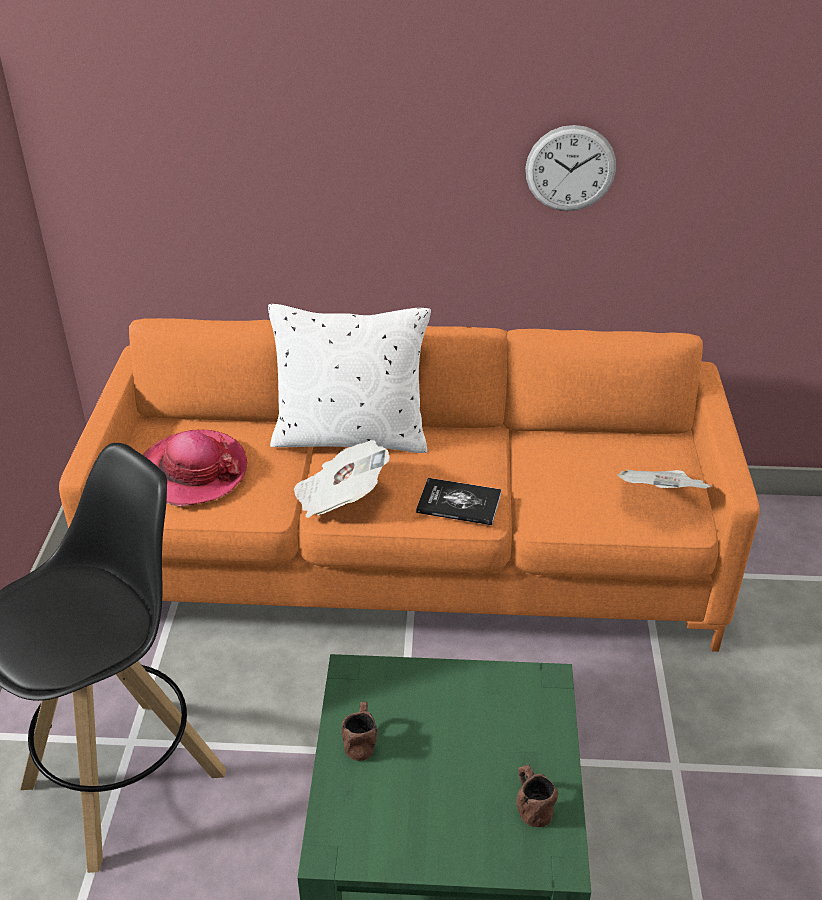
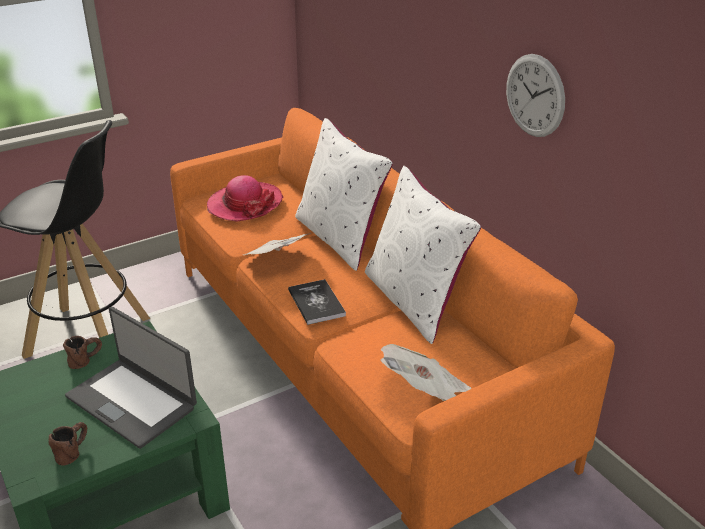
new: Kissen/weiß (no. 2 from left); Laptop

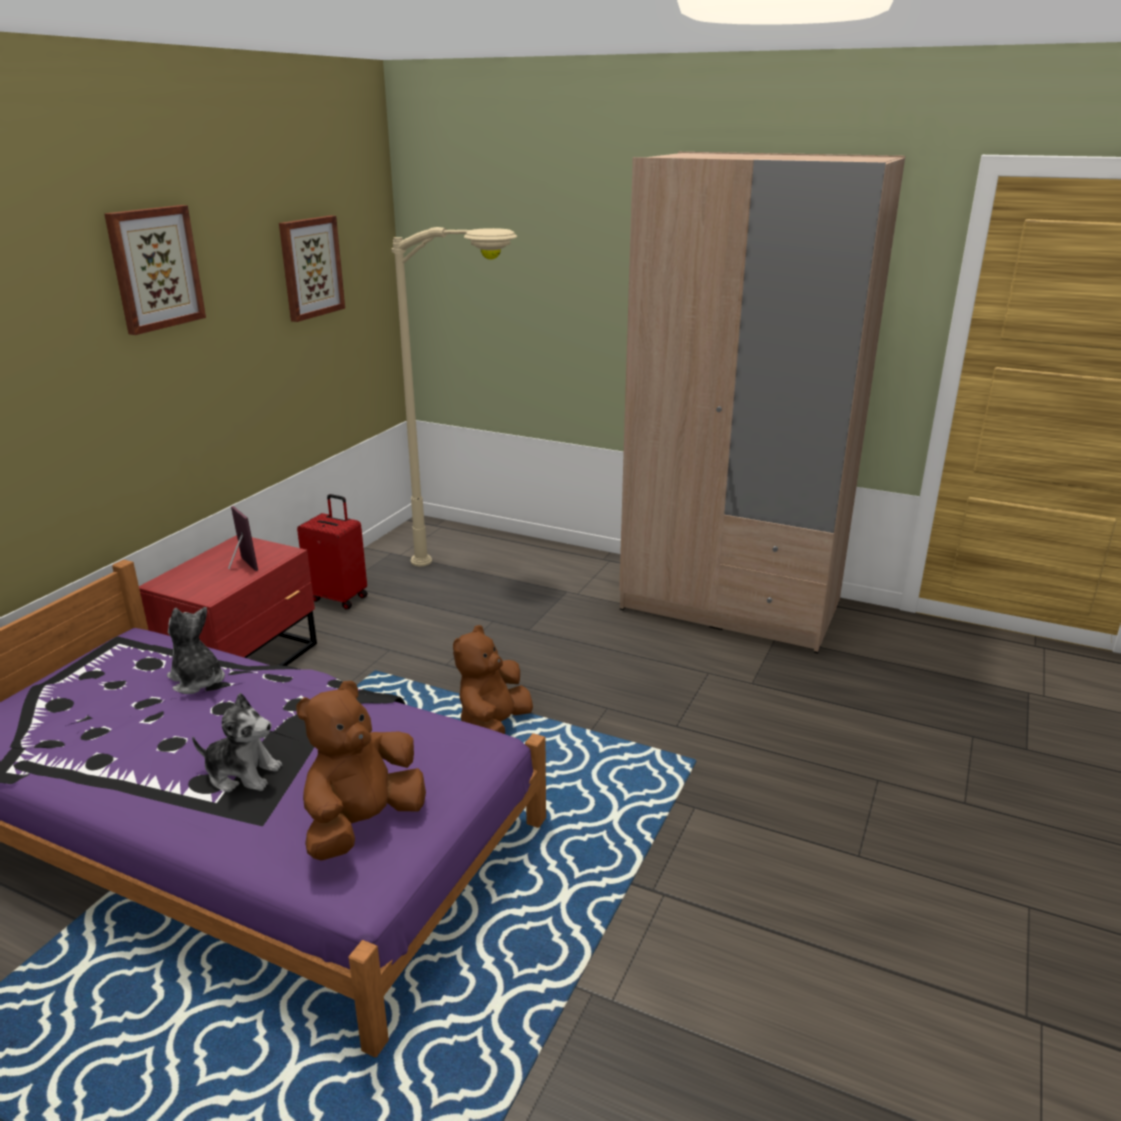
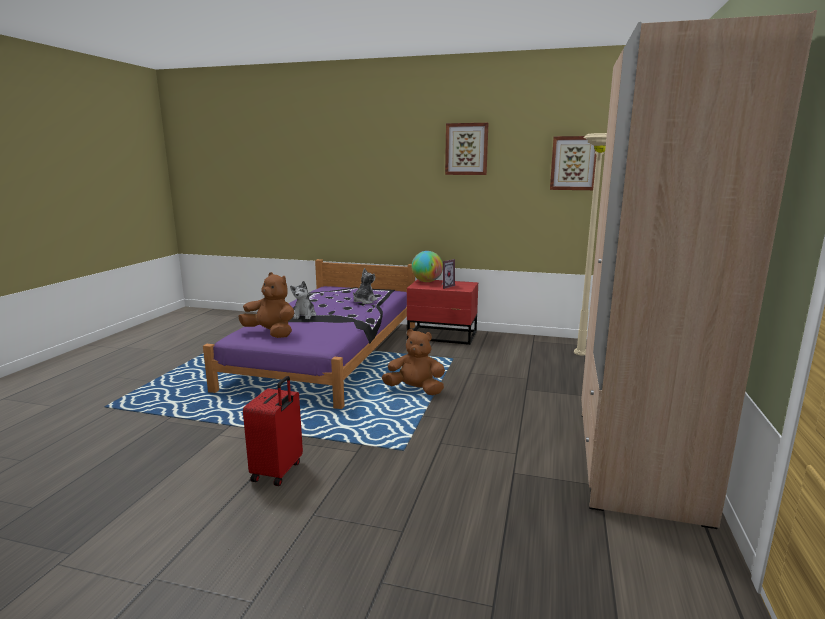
new: Globus
shifted: Koffer/rot

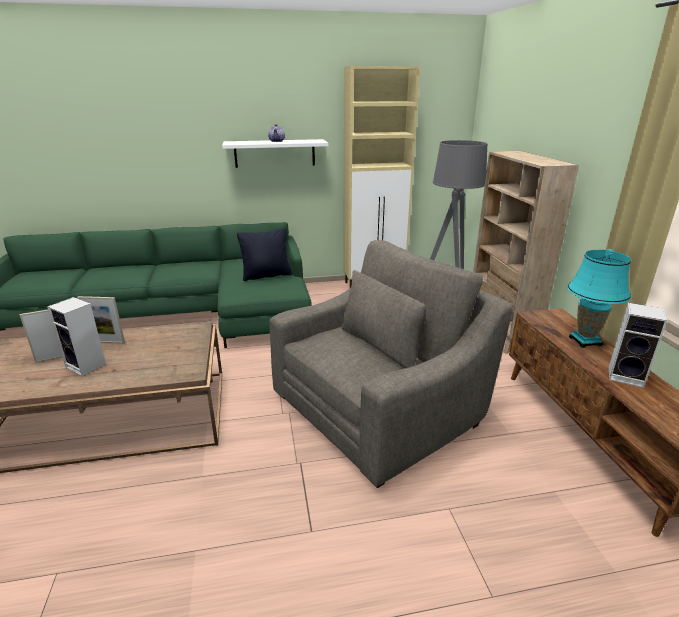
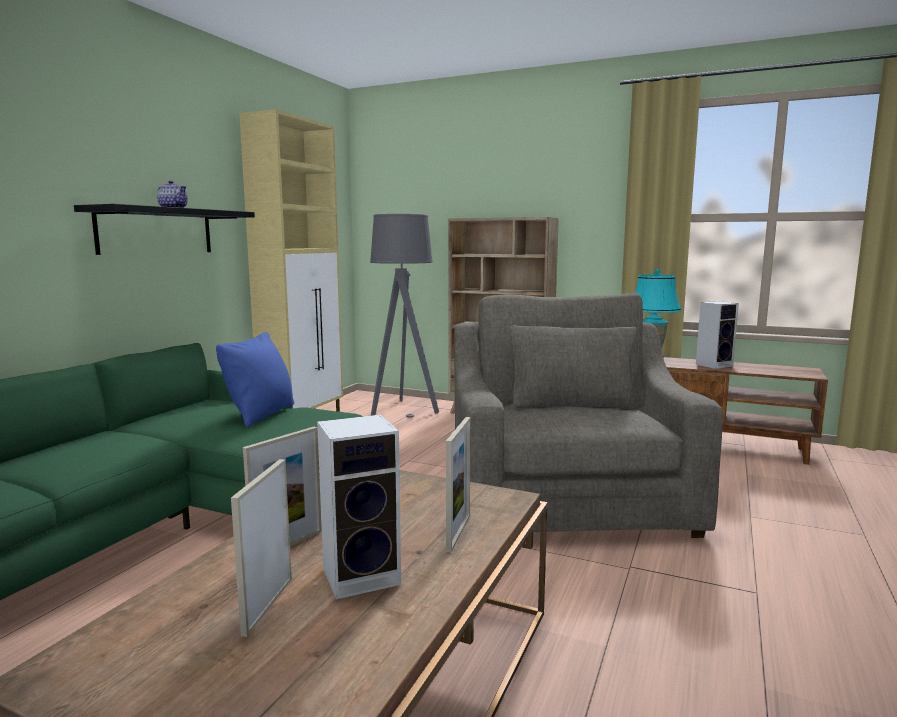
new: Bilderrahmen (no. 3 from left)
repainted: Wandregal/weiß to Wandregal/schwarz; Kissen/schwarz to Kissen/blau

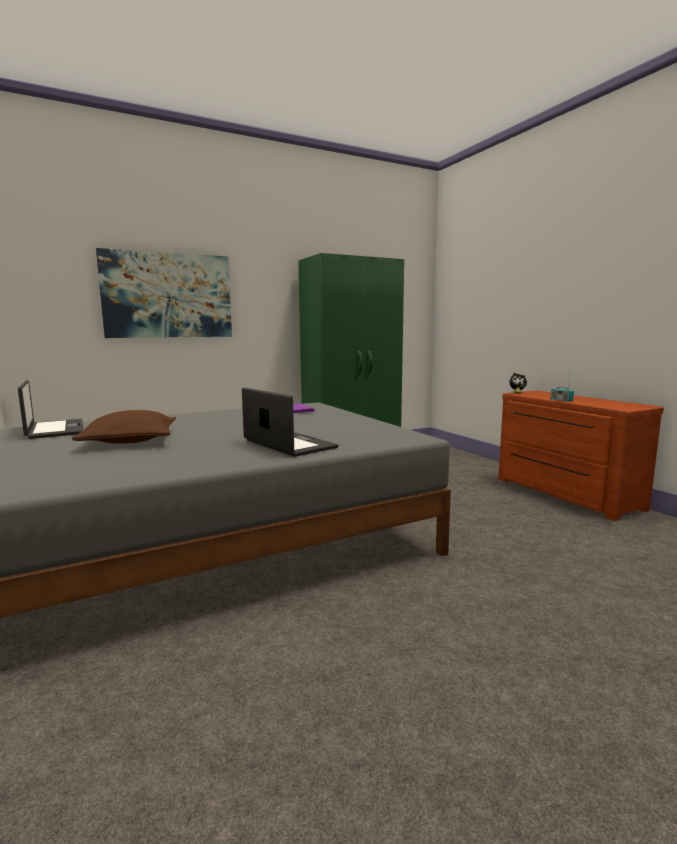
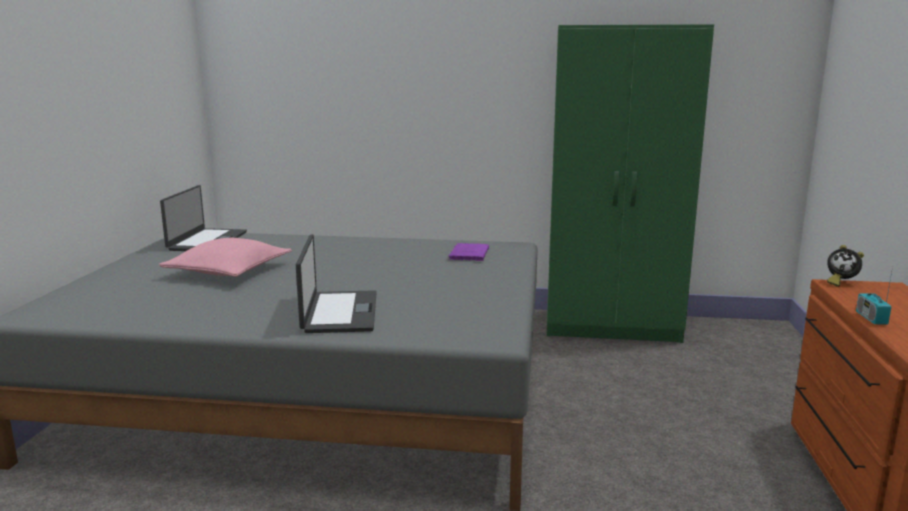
gone: Bild
repainted: Kissen/braun to Kissen/rosa

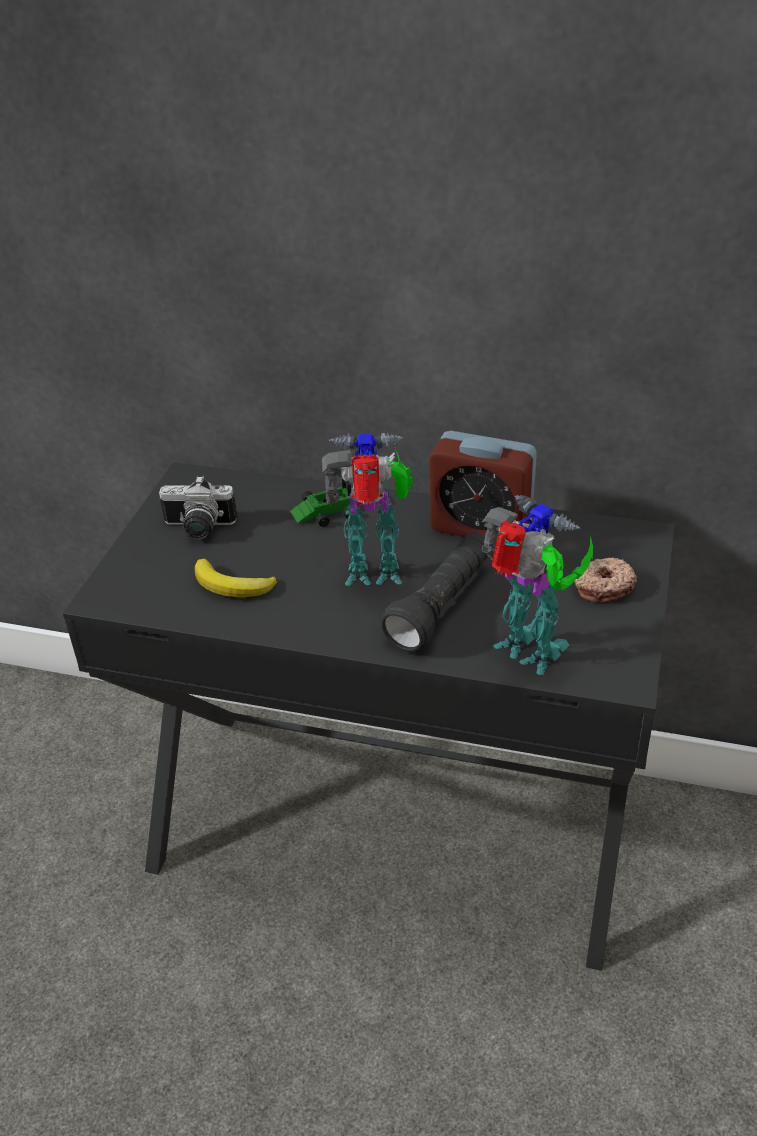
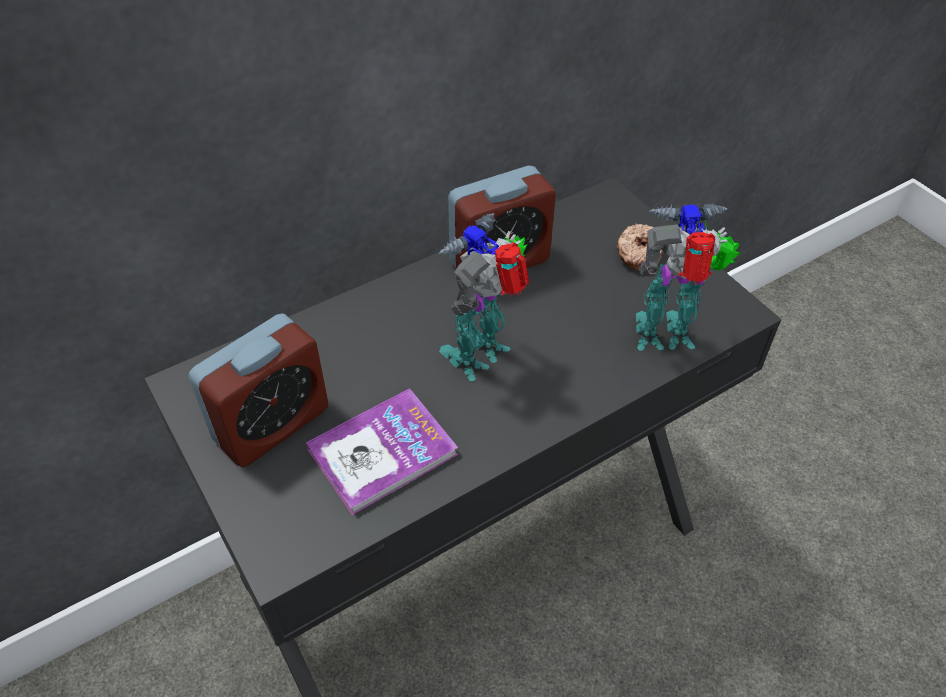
gone: Spielzeugauto; Taschenlampe/schwarz
swapped: Kamera to Wecker (no. 1 from left); Banane to Buch

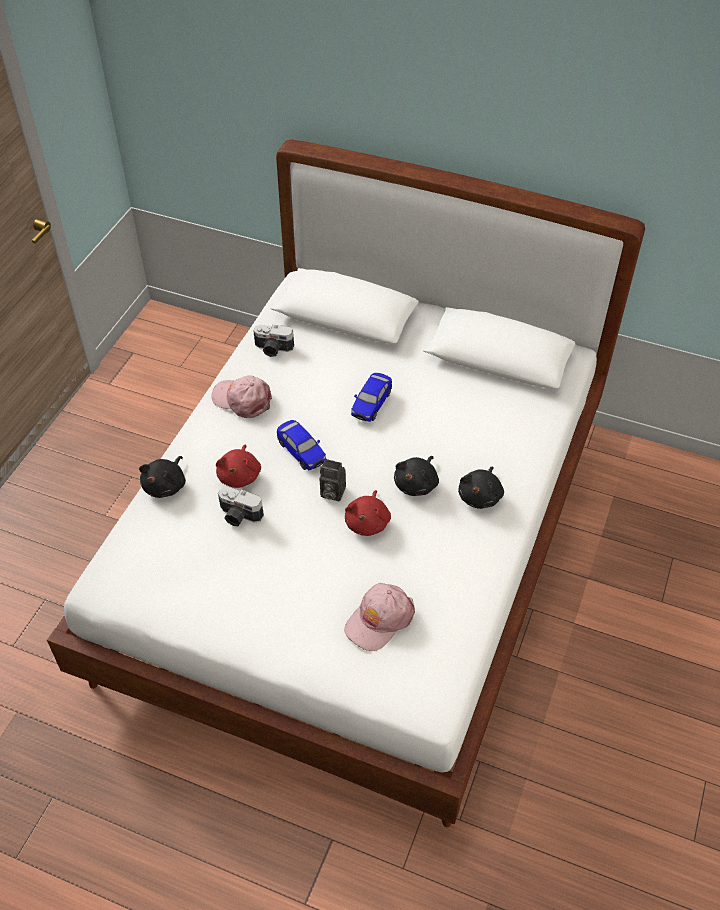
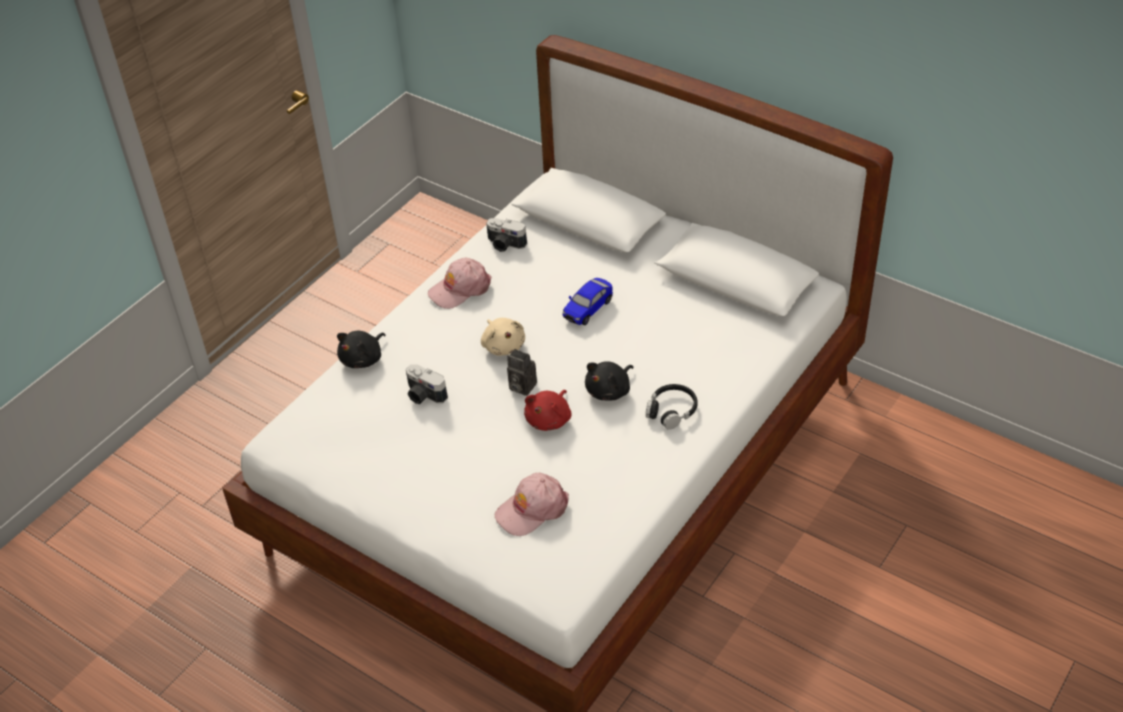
gone: Plüschtier/rot (no. 1 from left)
swapped: Spielzeugauto (no. 1 from left) to Plüschtier/beige; Plüschtier/schwarz (no. 3 from left) to Kopfhörer/schwarz
rotated: Kappe/rosa (no. 1 from left) 75 degrees counterclockwise

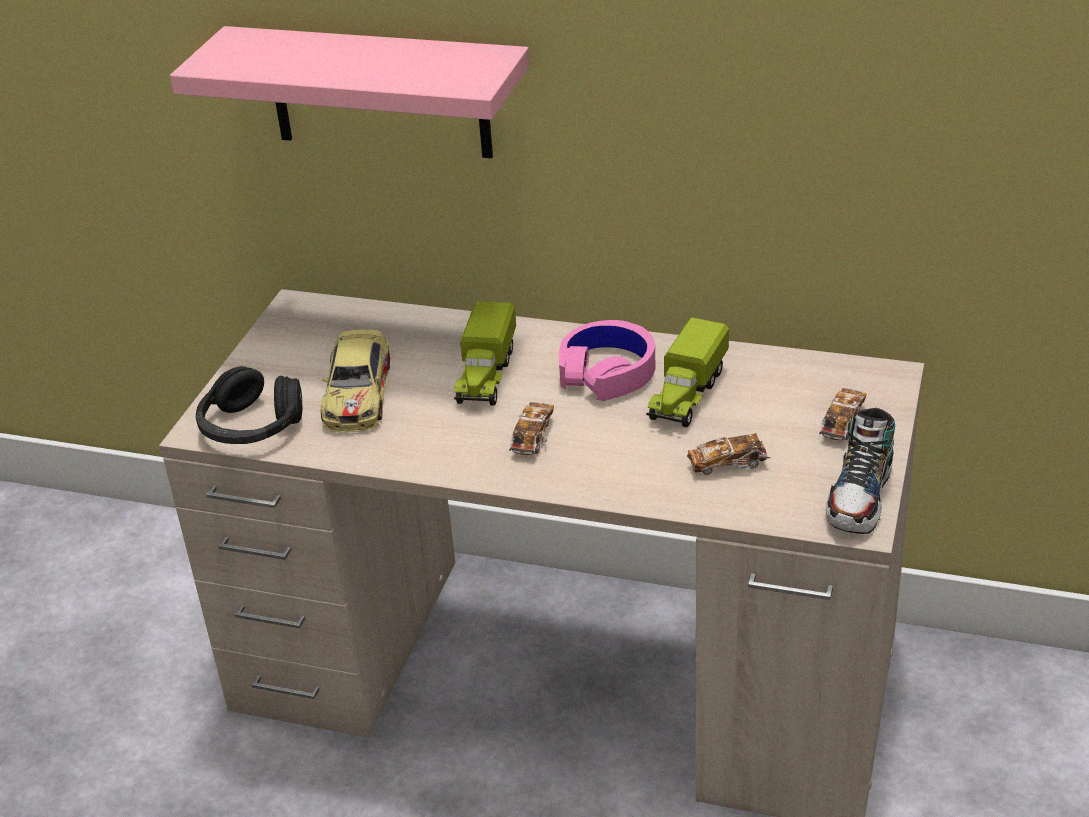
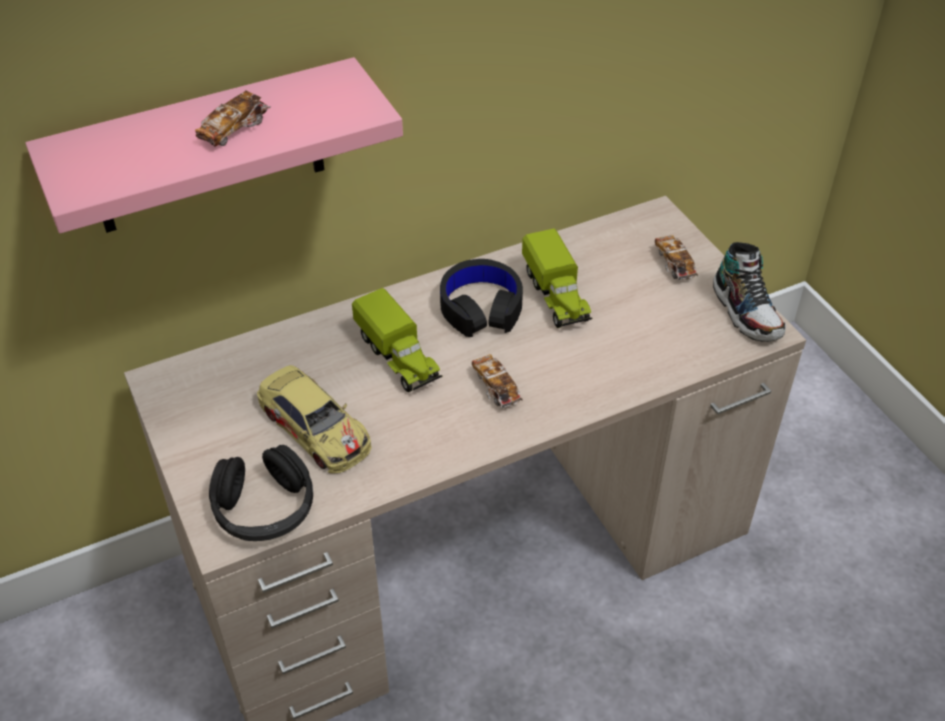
shifted: Spielzeugauto (no. 3 from left in the first image) to Spielzeugauto (no. 1 from left)
repainted: Kopfhörer/rosa to Kopfhörer/schwarz (no. 2 from left)

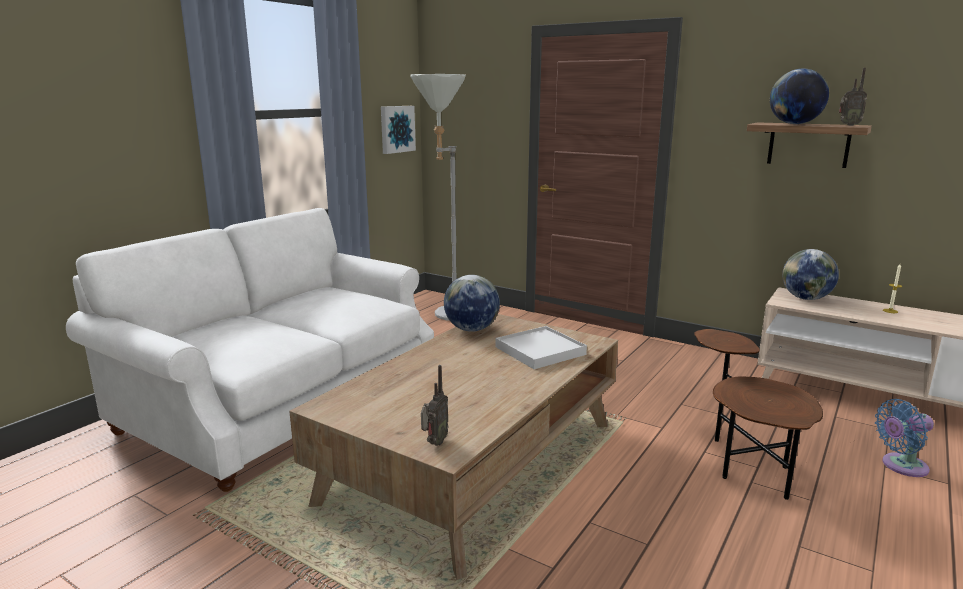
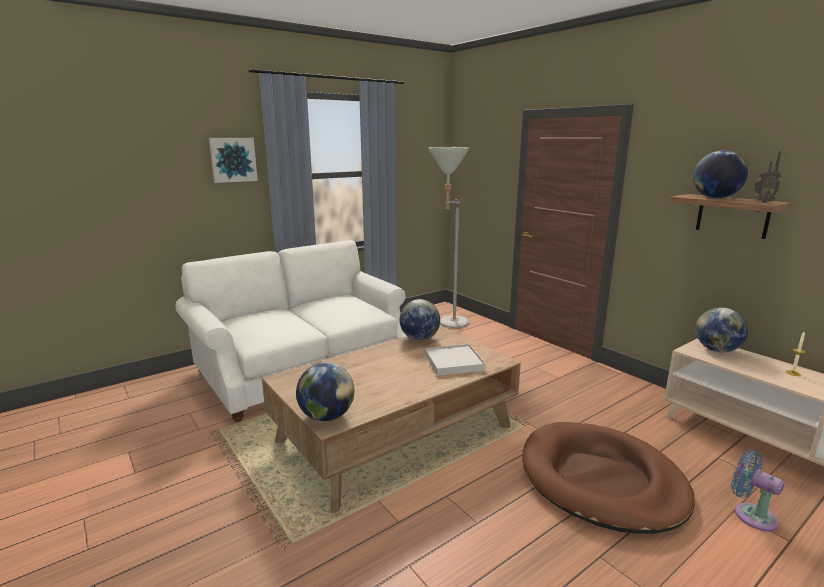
shifted: Bild
swapped: Beistelltisch/braun to Hundebett/braun; Radio (no. 1 from left) to Globus (no. 1 from left)
rotated: Ventilator/blau 45 degrees clockwise

